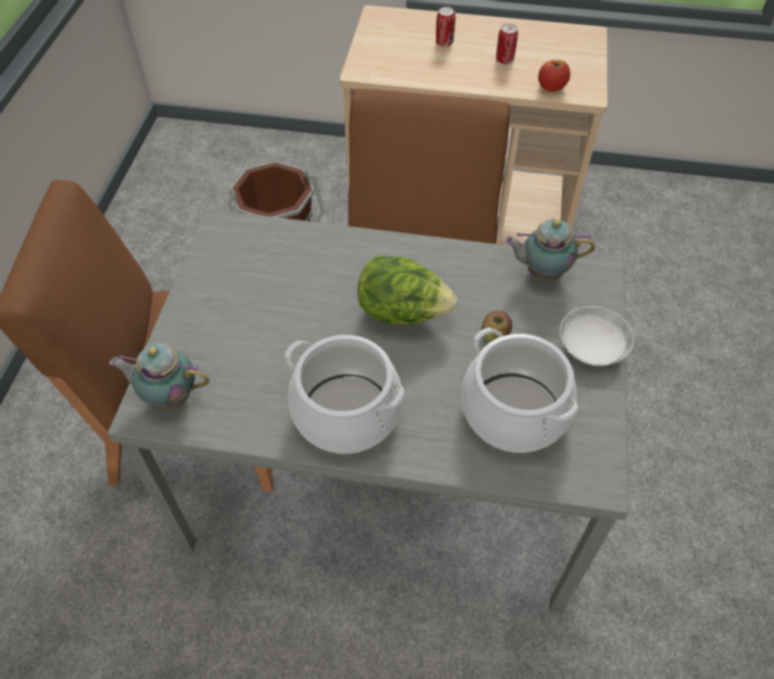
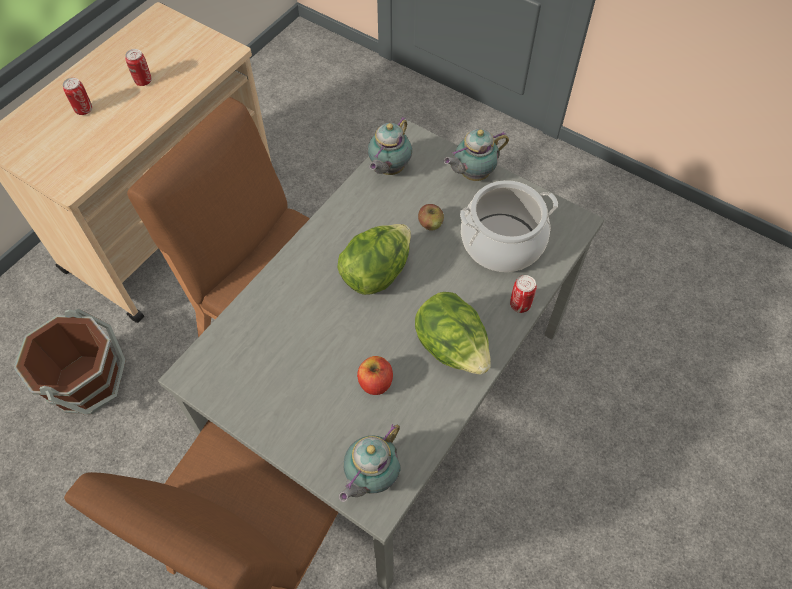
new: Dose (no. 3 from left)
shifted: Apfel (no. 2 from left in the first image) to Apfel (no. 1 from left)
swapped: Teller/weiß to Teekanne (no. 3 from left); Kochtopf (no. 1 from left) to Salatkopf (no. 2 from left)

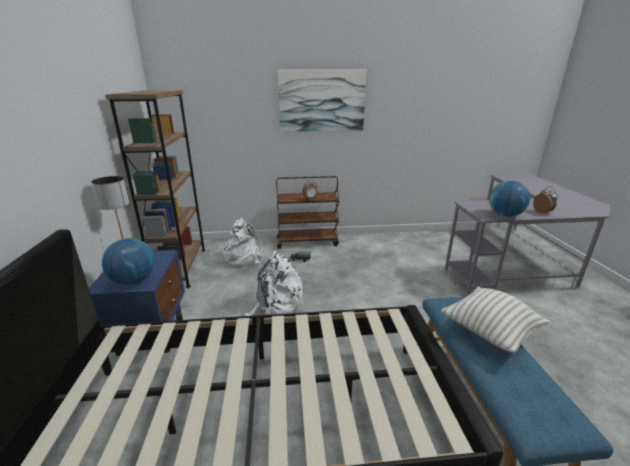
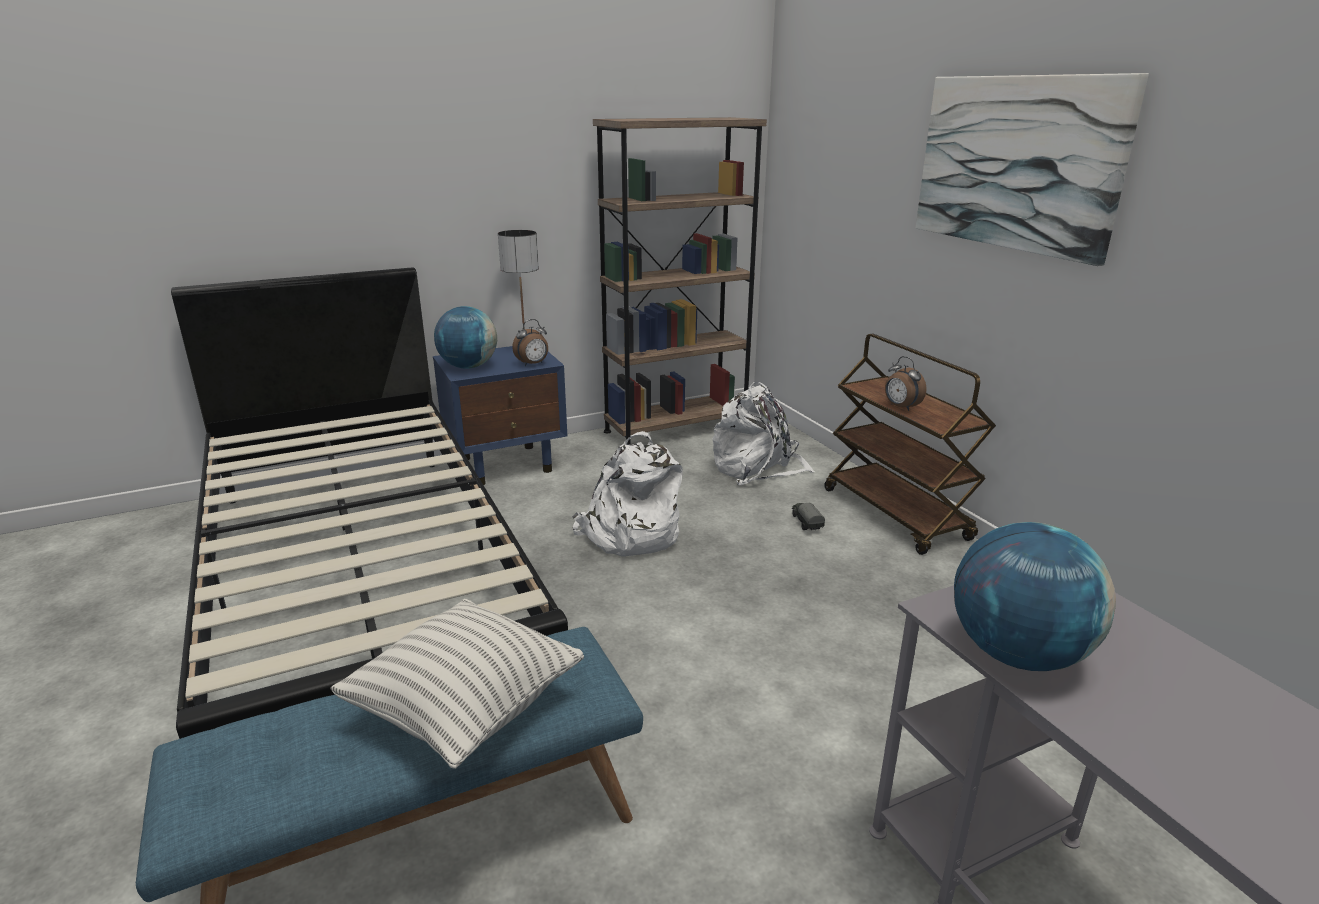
shifted: Wecker (no. 2 from left in the first image) to Wecker (no. 1 from left)

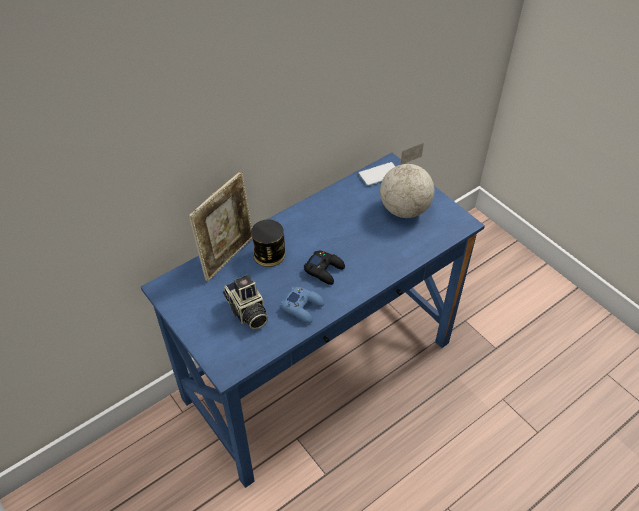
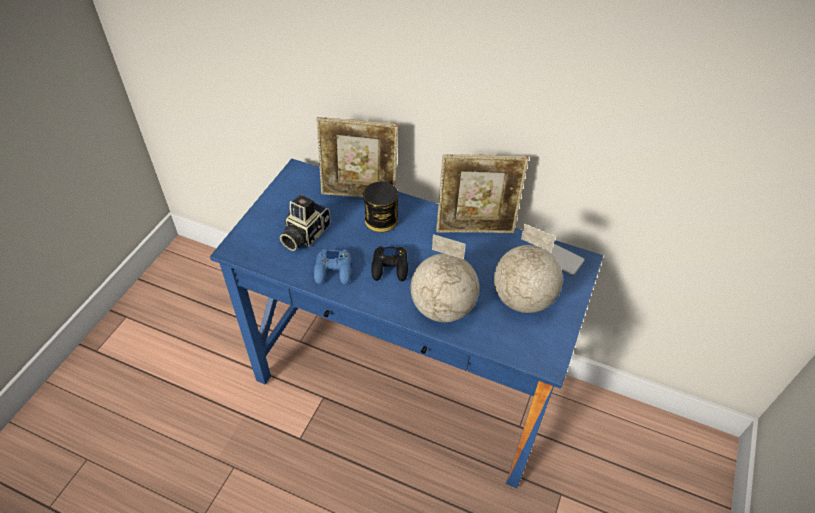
new: Bilderrahmen (no. 2 from left); Globus (no. 1 from left)

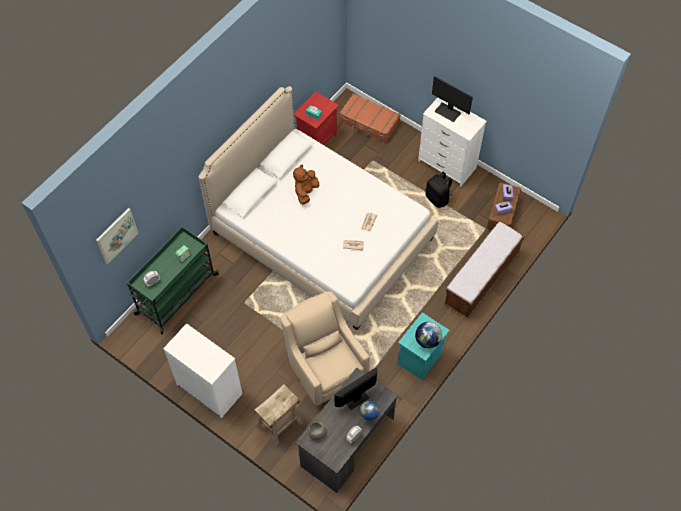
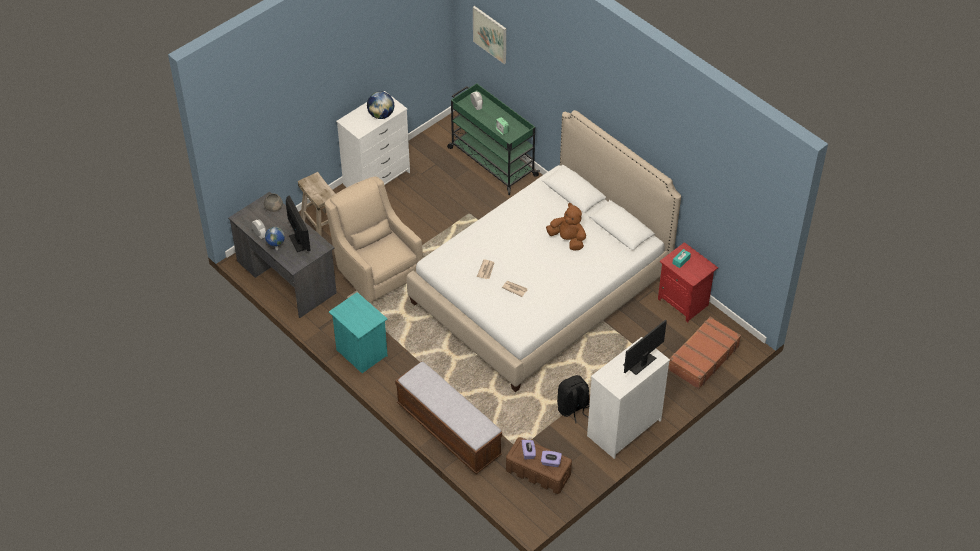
shifted: Globus (no. 2 from left)
rotated: Sessel/beige 105 degrees counterclockwise

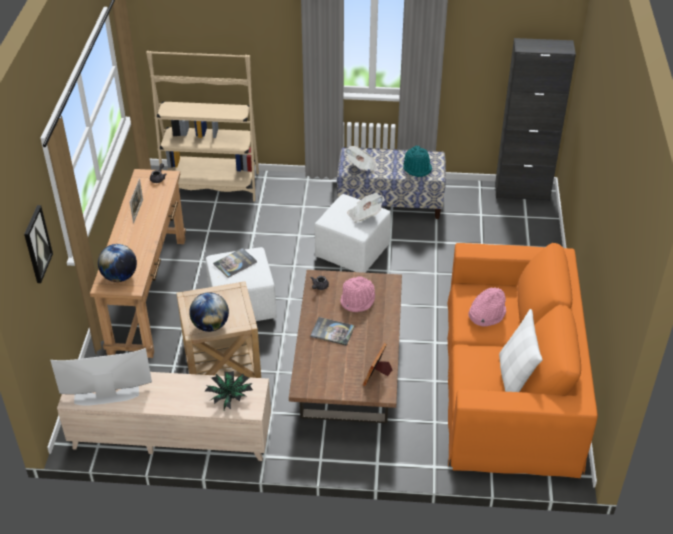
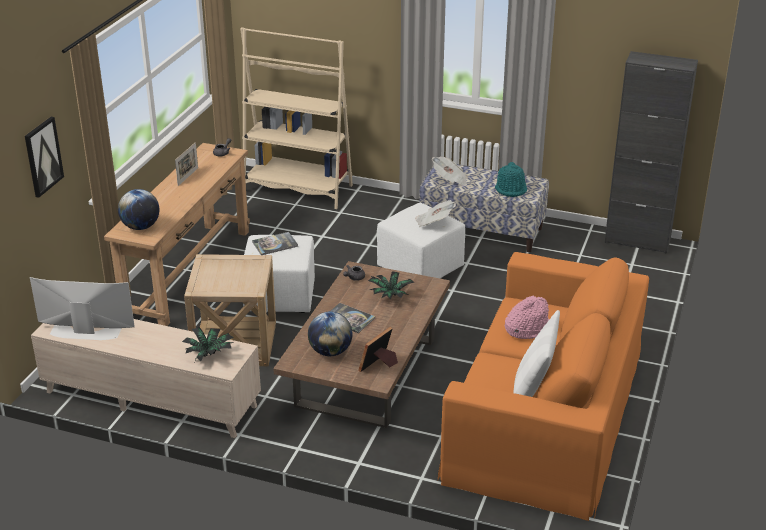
shifted: Globus (no. 2 from left)
swapped: Hut/rosa (no. 1 from left) to Topfpflanze (no. 2 from left)

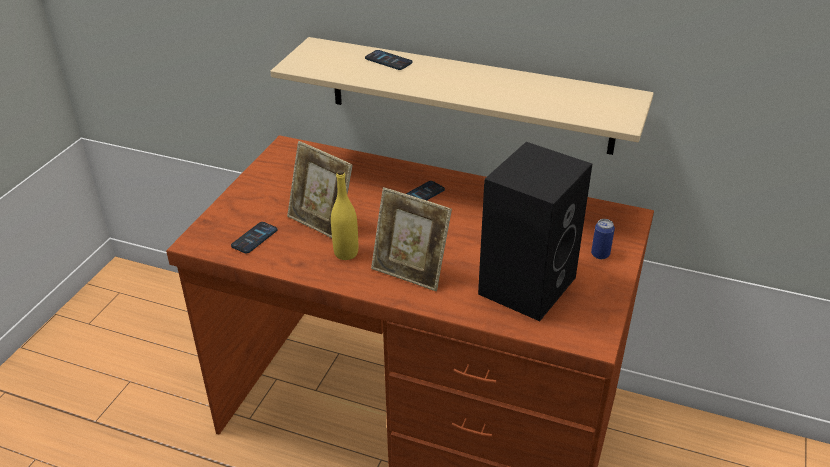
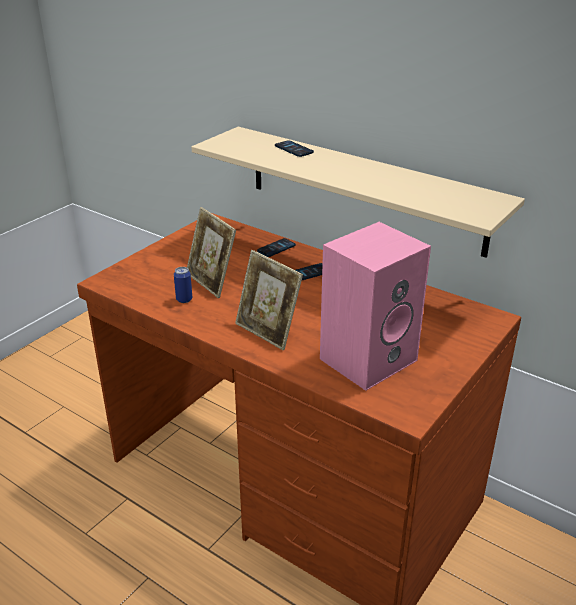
gone: Flasche/gelb
shifted: Dose; Handy (no. 1 from left)
repainted: Lautsprecher/schwarz to Lautsprecher/rosa

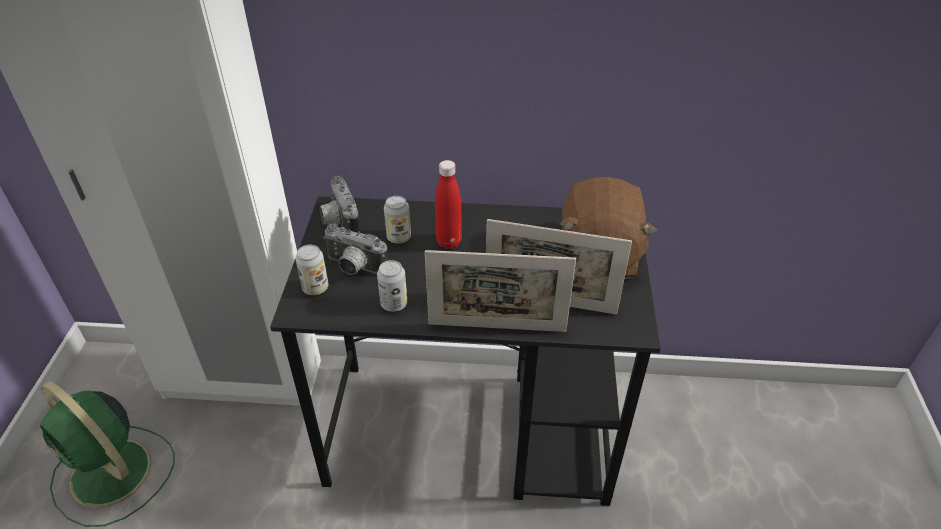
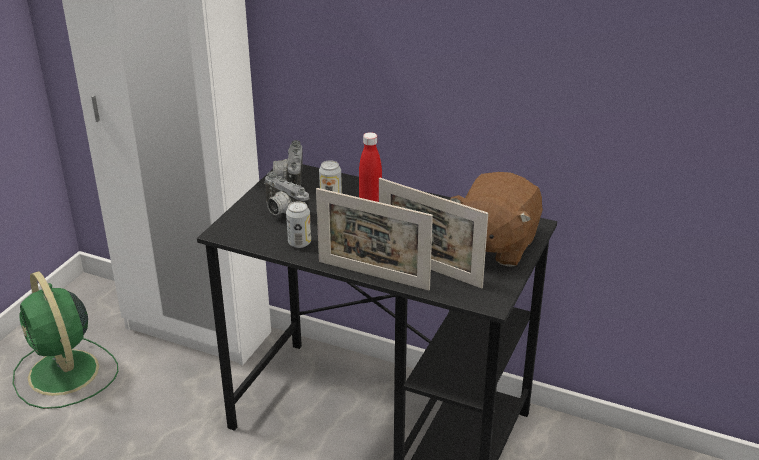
gone: Dose (no. 1 from left)

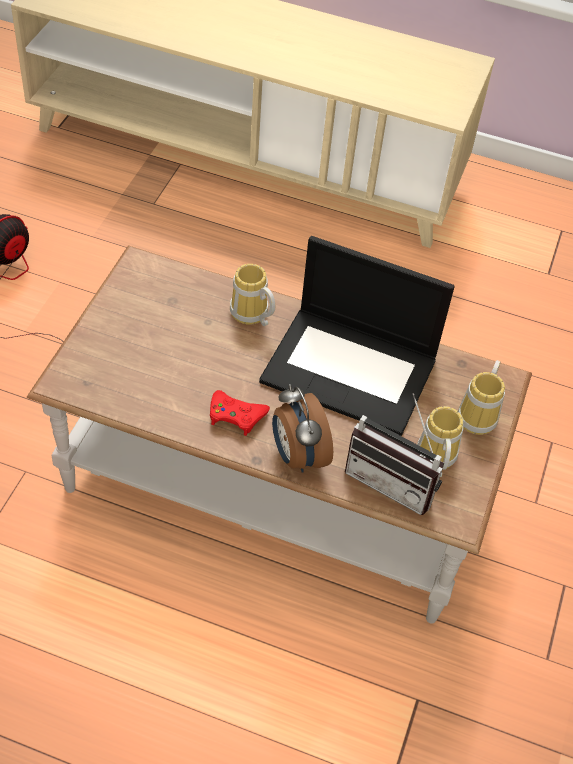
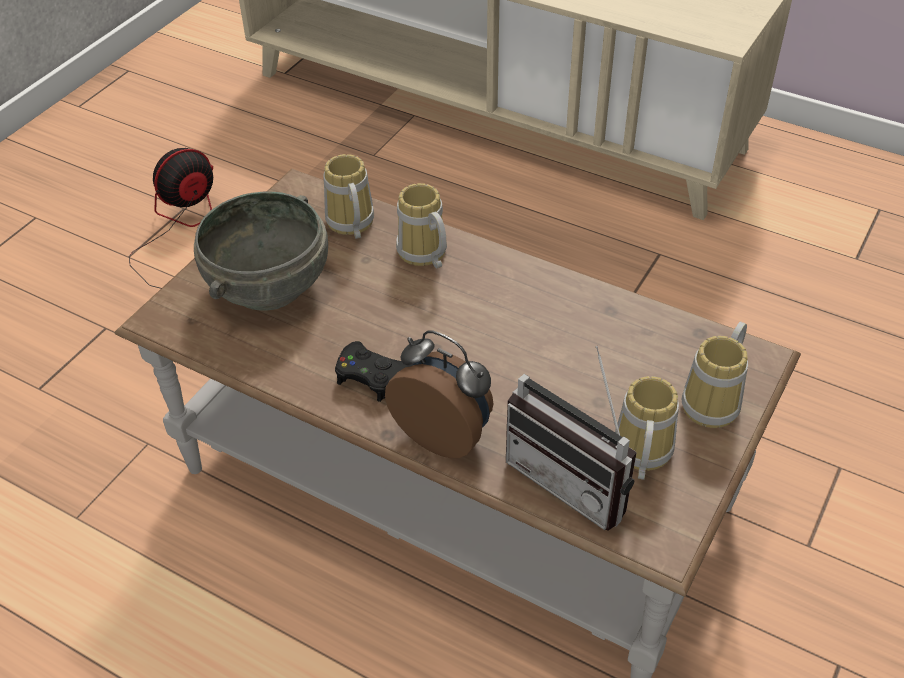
gone: Laptop
new: Henkelbecher (no. 1 from left); Schüssel/grau
repainted: Gamepad/rot to Gamepad/schwarz
rotated: Wecker 135 degrees clockwise

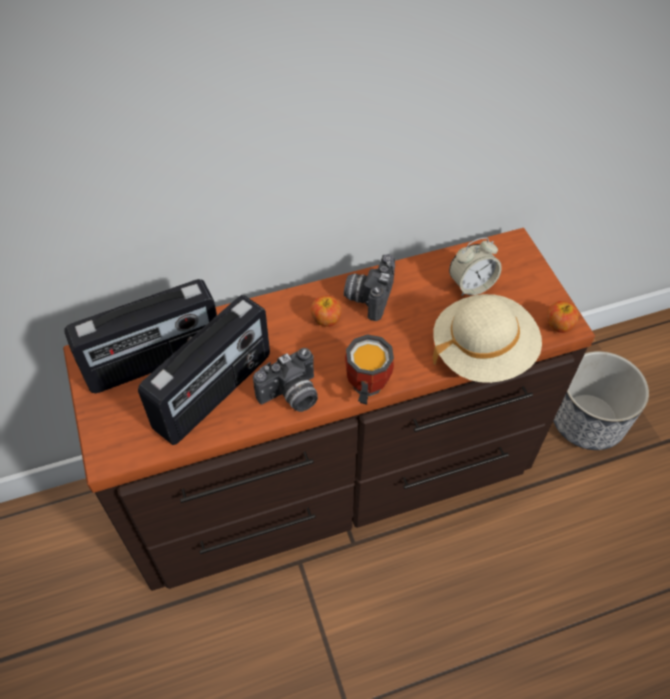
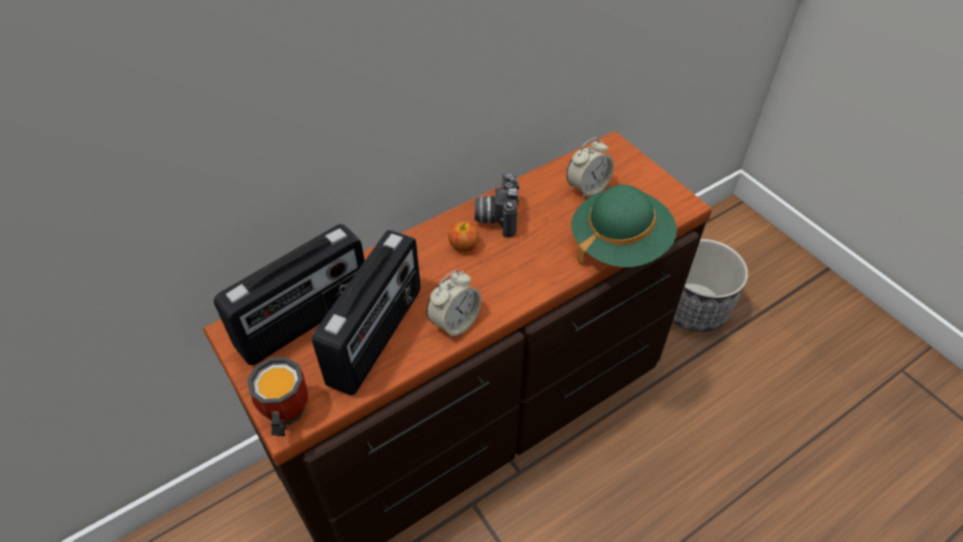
gone: Apfel (no. 2 from left)
shifted: Henkelbecher
swapped: Kamera (no. 1 from left) to Wecker (no. 1 from left)
repainted: Hut/beige to Hut/grün

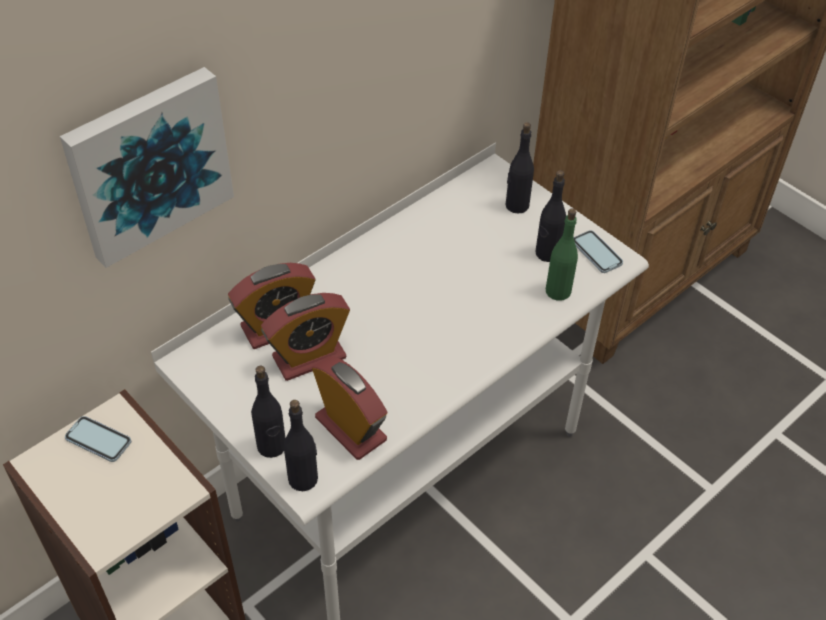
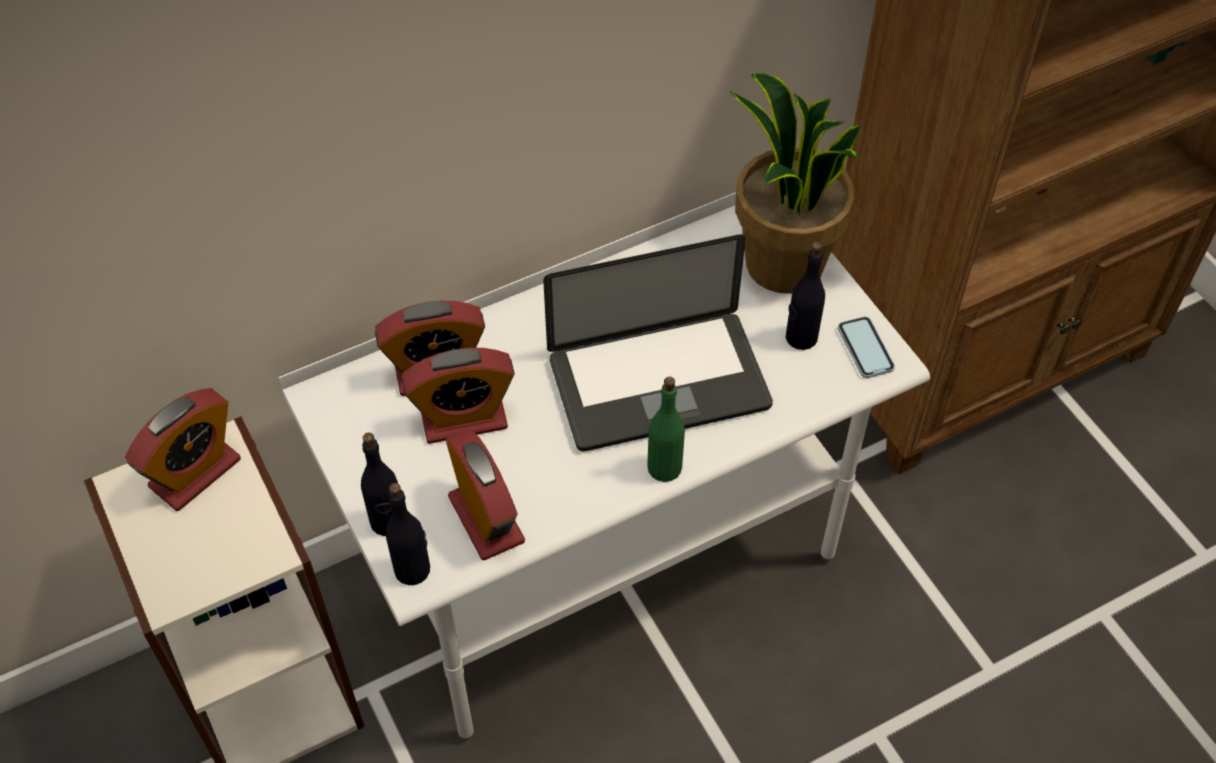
gone: Bild
new: Laptop
shifted: Flasche/grün
swapped: Flasche/schwarz (no. 3 from left) to Topfpflanze; Handy (no. 1 from left) to Wecker (no. 1 from left)

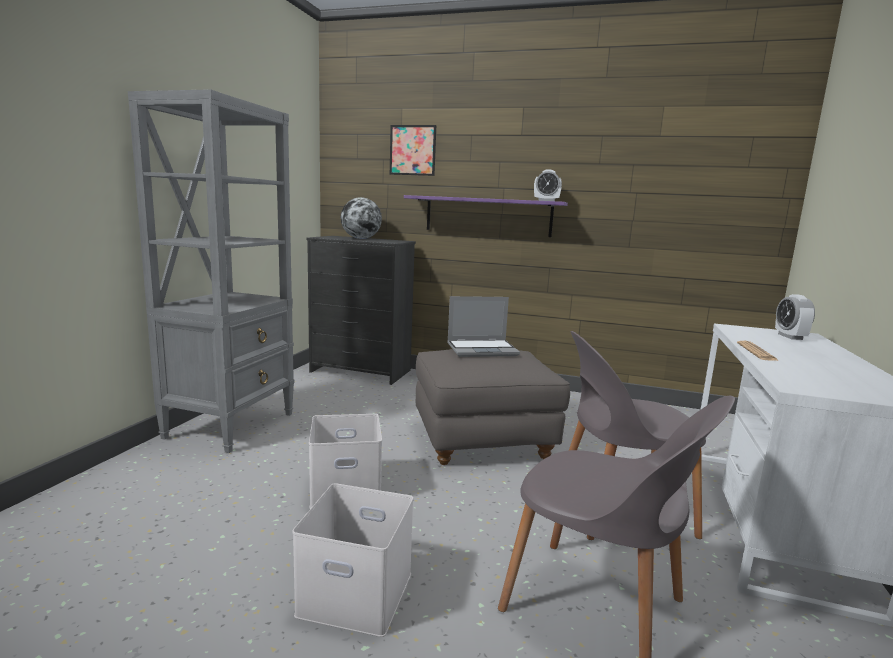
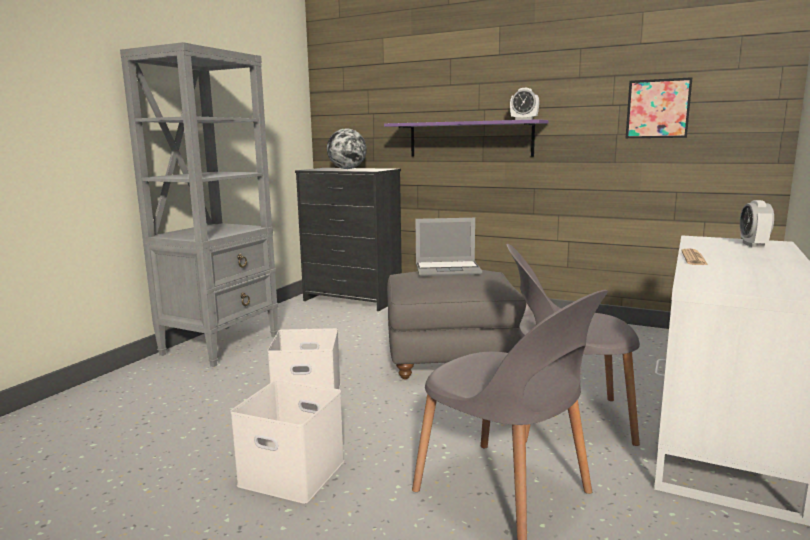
shifted: Bild

